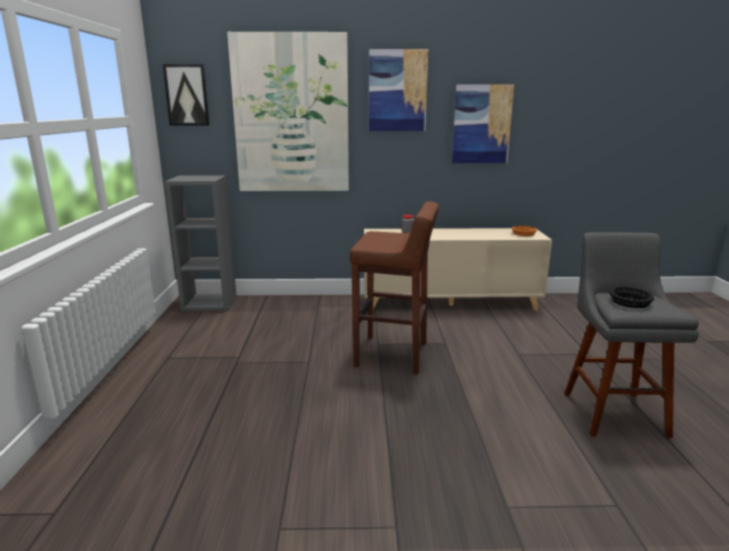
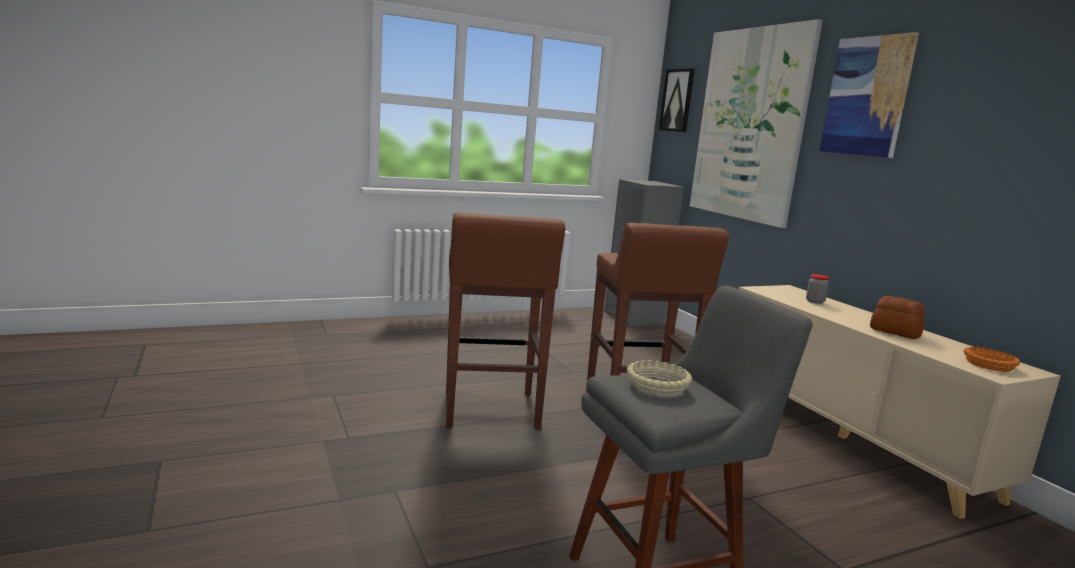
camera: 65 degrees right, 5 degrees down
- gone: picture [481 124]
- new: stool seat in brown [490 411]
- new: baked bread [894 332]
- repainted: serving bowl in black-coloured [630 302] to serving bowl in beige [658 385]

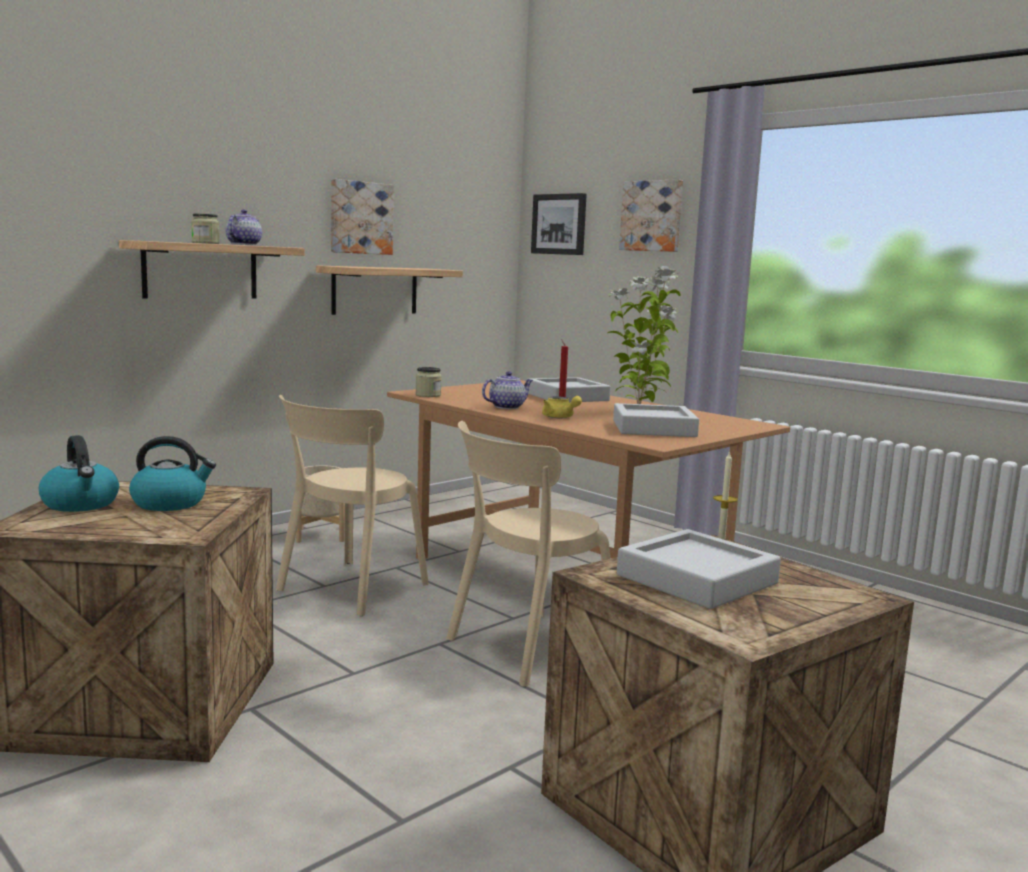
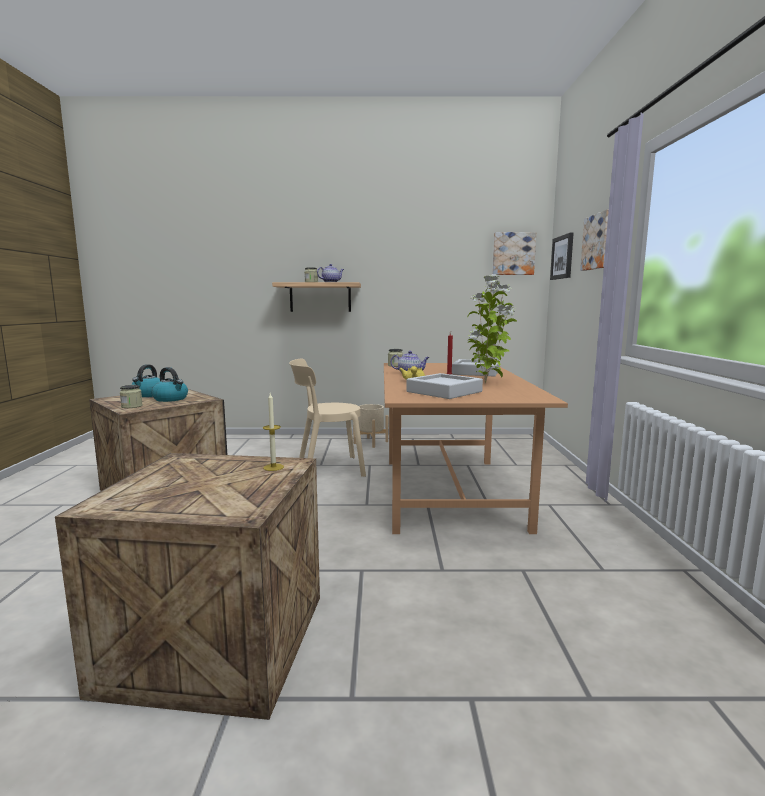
camera: 45 degrees right, 0 degrees up
- gone: wall shelf [375 290]
- gone: plain chair in beige [524 649]
- gone: carrying tray in grey [697 579]
- new: preserve jar [132 406]
- shifted: picture [360 218] to [513 254]

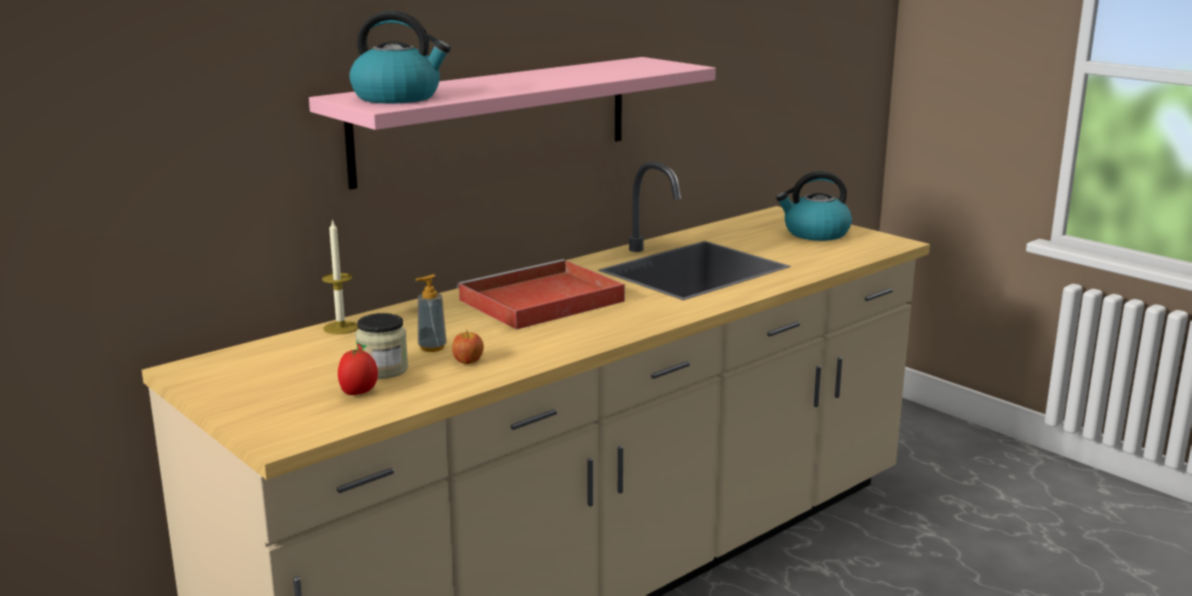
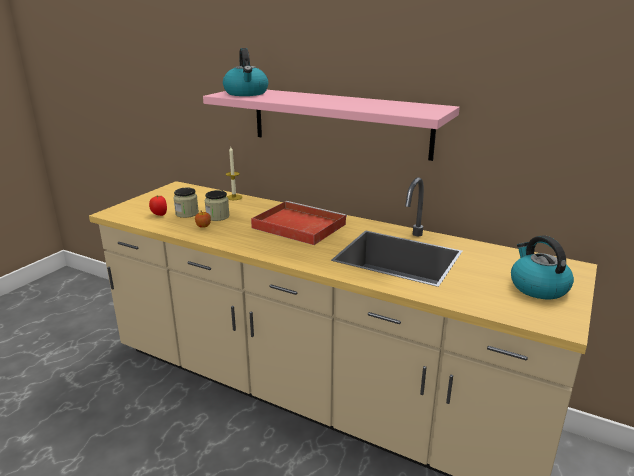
camera: 70 degrees right, 5 degrees up
- swapped: soap dispenser [432 347] to preserve jar [217 216]

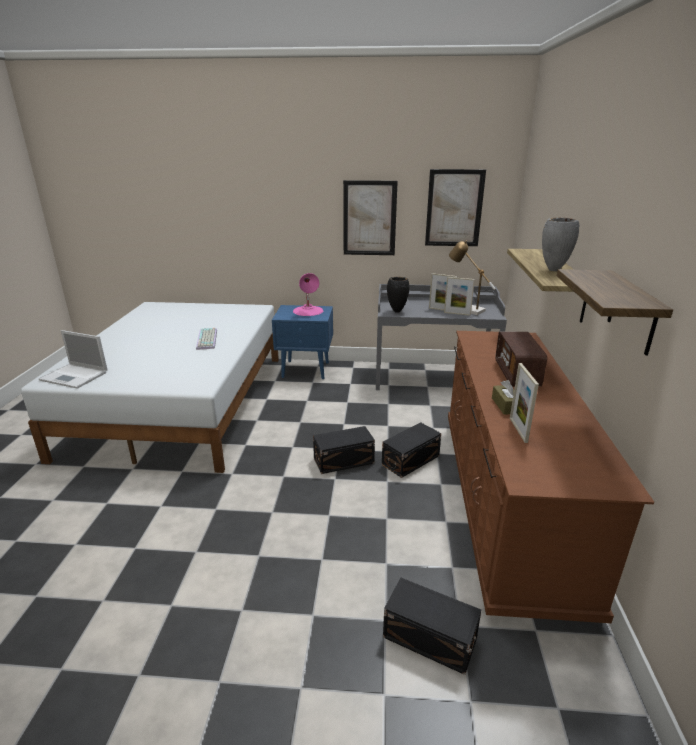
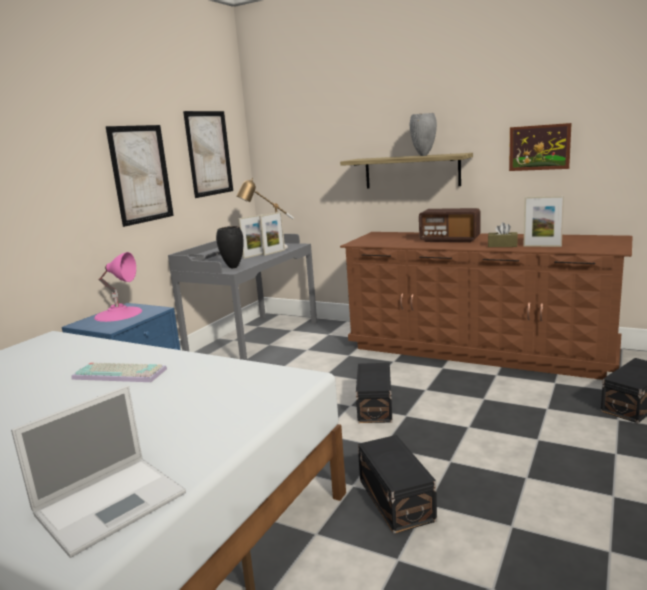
camera: 65 degrees left, 10 degrees down
- shifted: storage container in black-coloured [412 460] to [396 498]
- swapped: wall shelf [632 312] to picture [539 147]

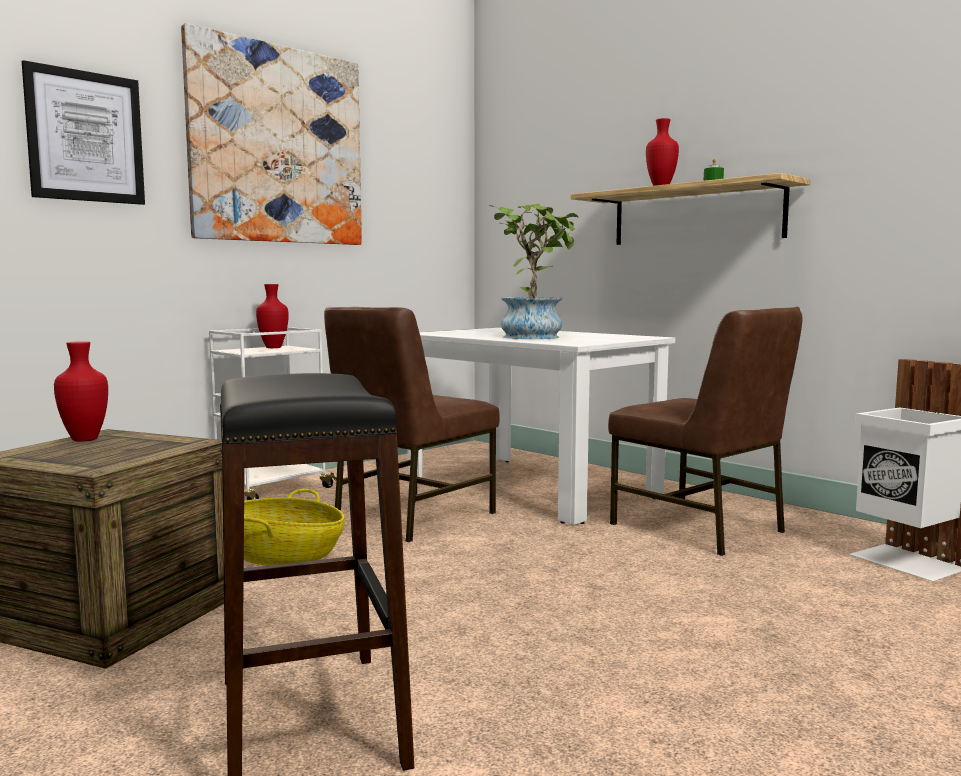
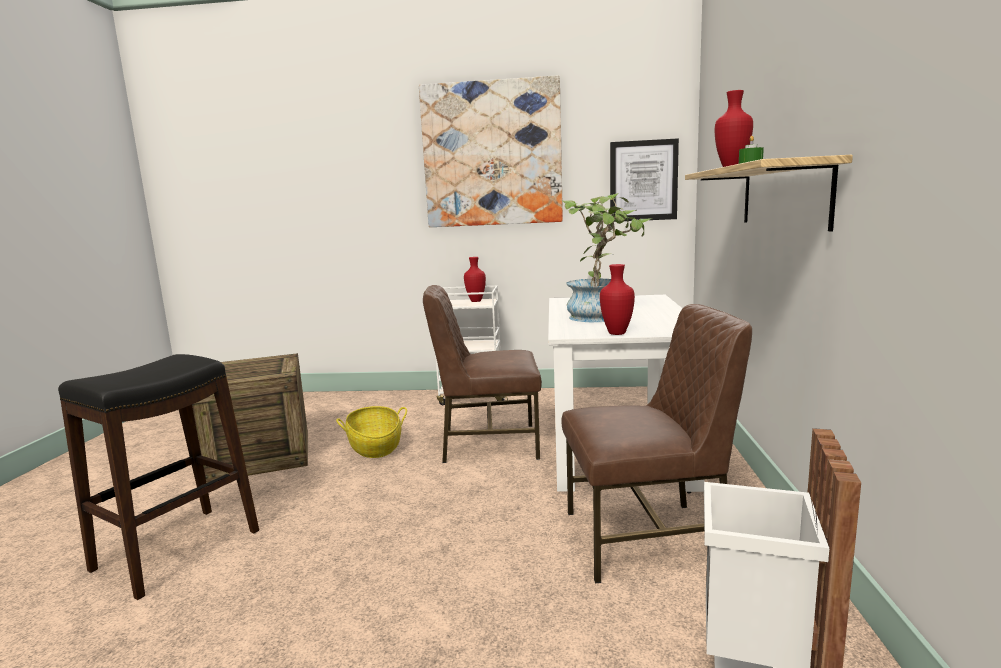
camera: 50 degrees right, 5 degrees up
- shifted: picture [85 137] to [643 181]
- shifted: vase in red [86 439] to [617 333]
- rotated: plain chair in brown [699 528] = [647 538] 105 degrees counterclockwise

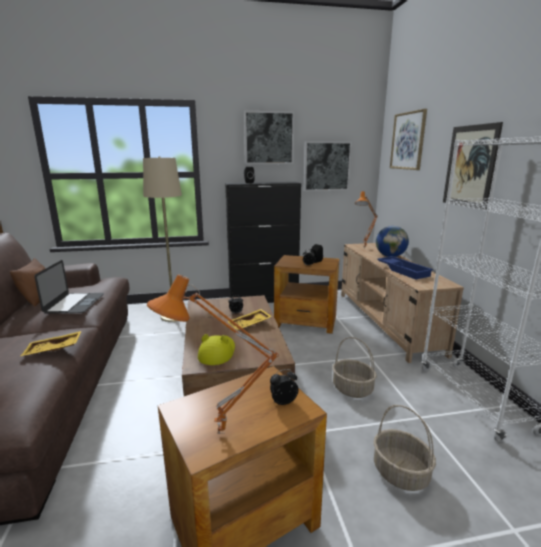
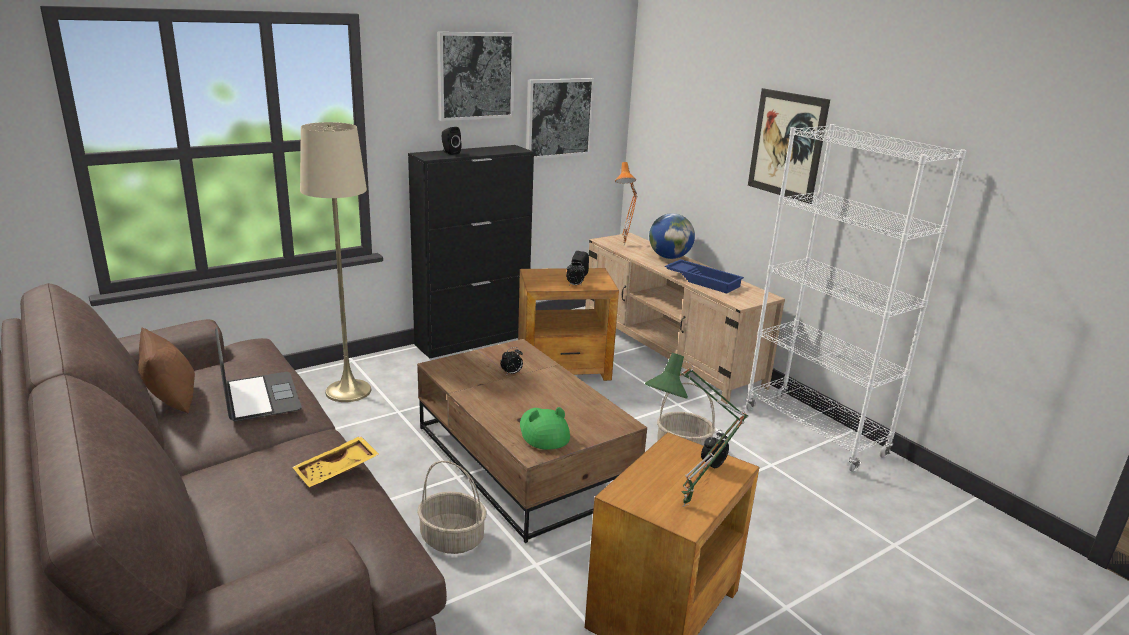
camera: 25 degrees left, 5 degrees up
- gone: carrying tray in yellow-coloured [250 324]
- gone: picture [408 141]
- shifted: storage basket [399 473] to [451 539]
- repainted: lamp for a table in orange-coloured [220 436] to lamp for a table in greenish [687 507]
- repainted: wearable hat in yellow-coloured [217 352] to wearable hat in greenish [543 432]

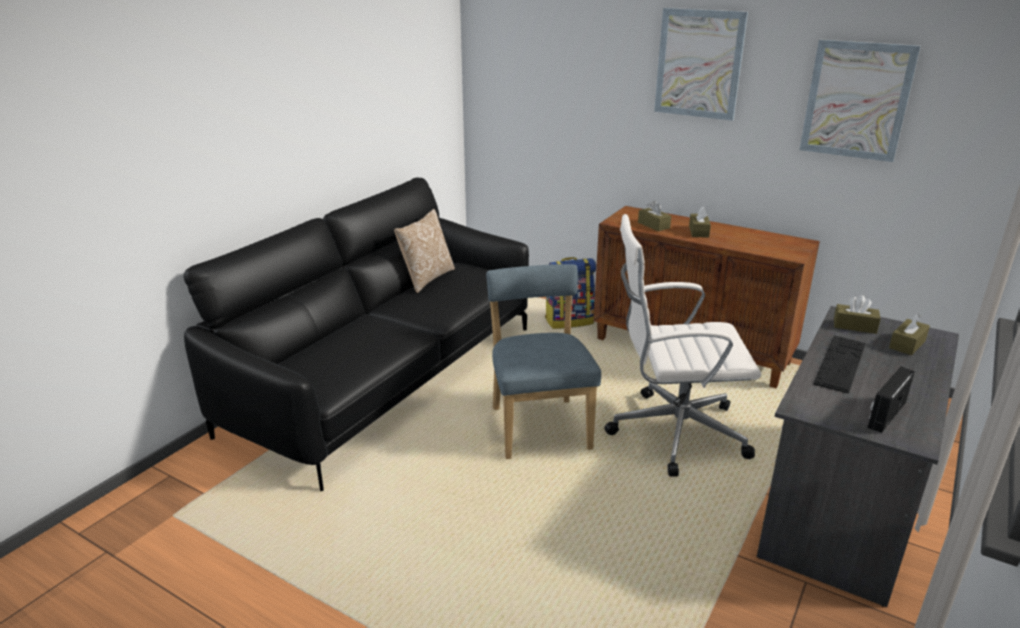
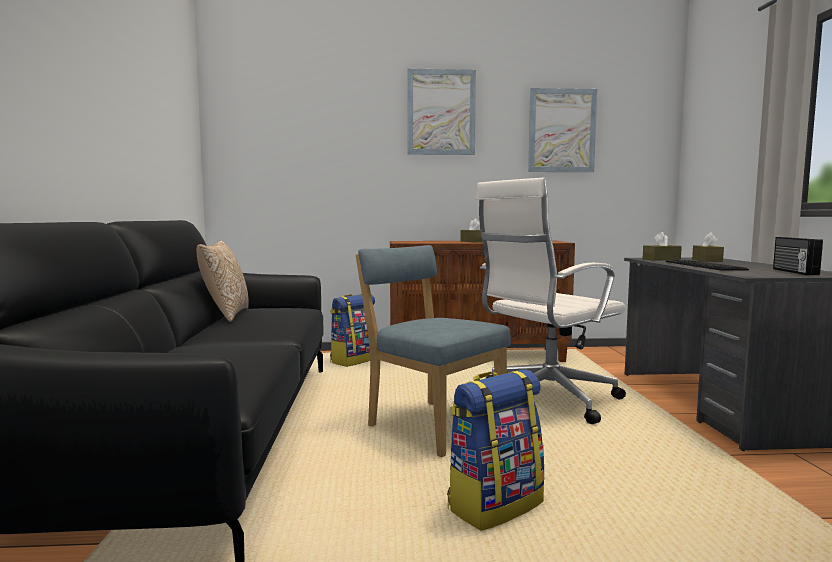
camera: 35 degrees left, 20 degrees down
- gone: box of tissues in brown [653 225]
- new: backpack [494 504]

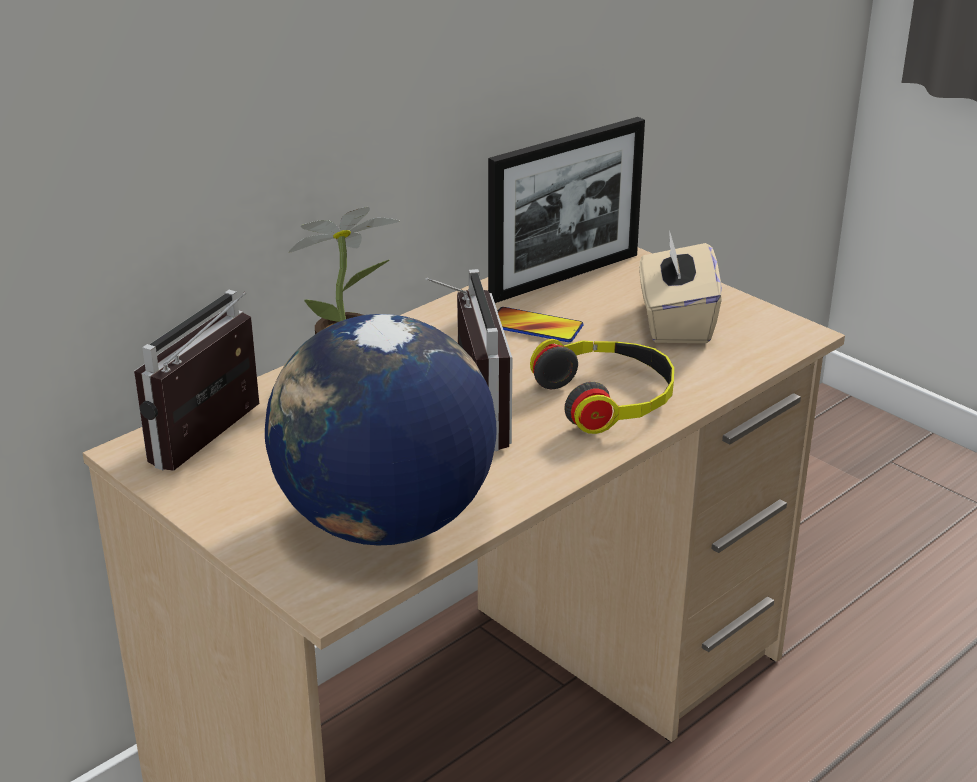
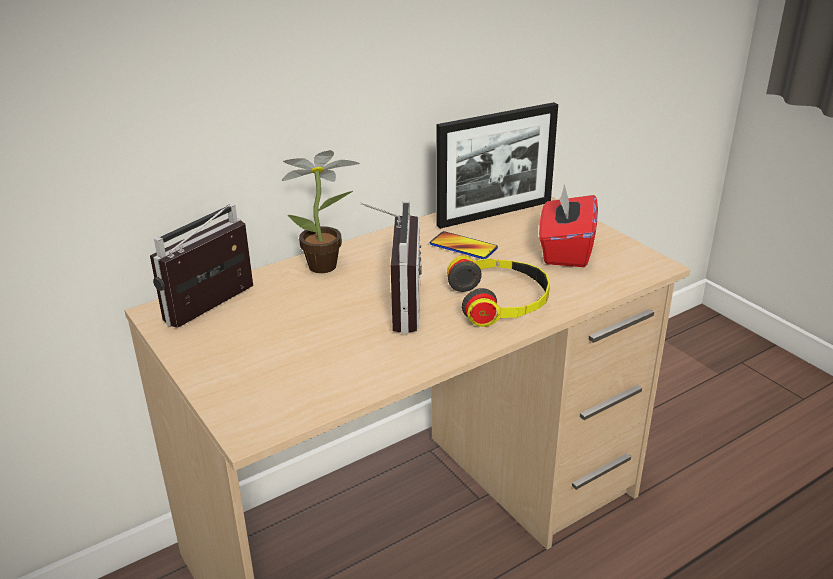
camera: 10 degrees right, 0 degrees up
- gone: desk globe [383 522]
- repainted: box of tissues in beige [675 322] to box of tissues in red [565 250]

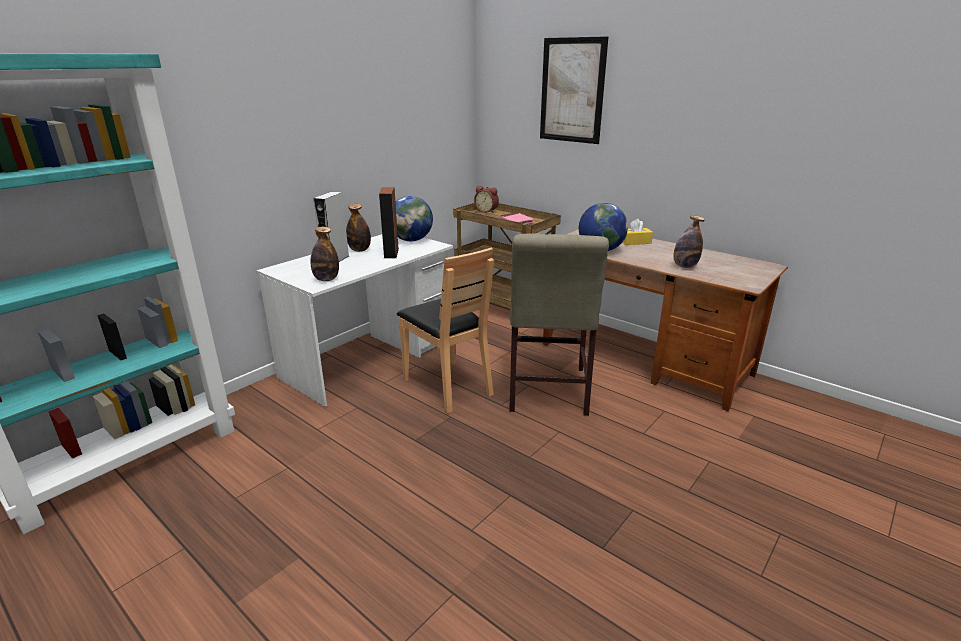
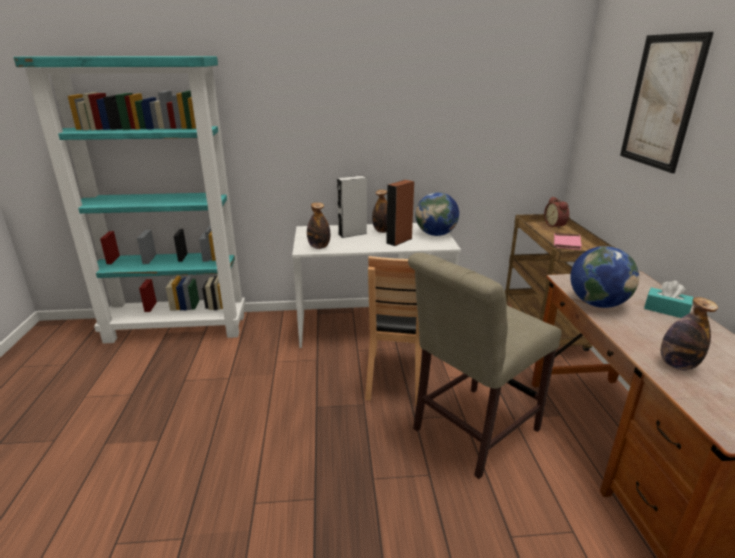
camera: 45 degrees right, 0 degrees up
- repainted: box of tissues in yellow-coloured [635 242] to box of tissues in turquoise [666 310]

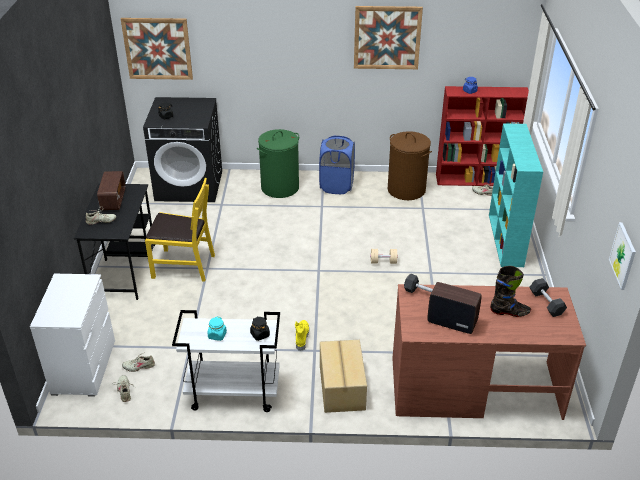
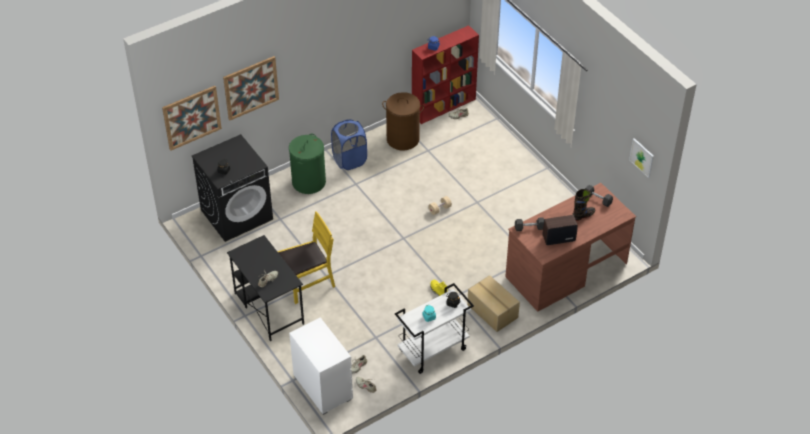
camera: 35 degrees left, 10 degrees up
- gone: radio set [113 200]
- gone: bookshelf in turquoise [506 240]
- shifted: picture [387 37] to [251 87]

